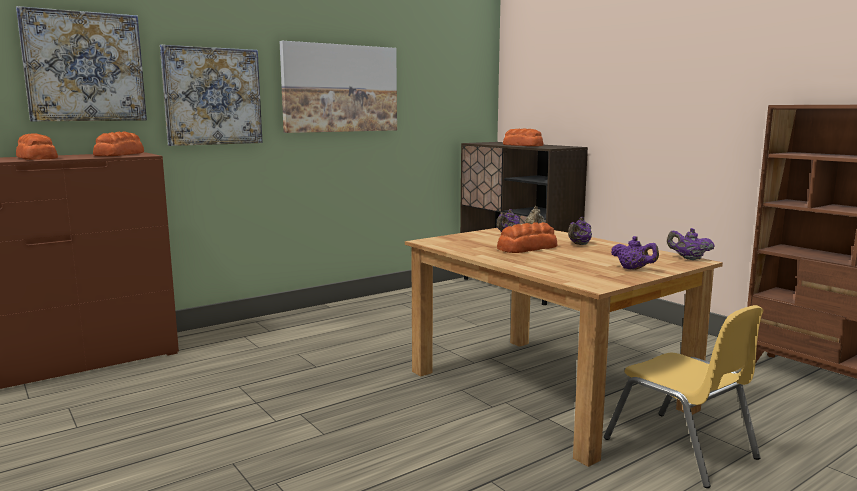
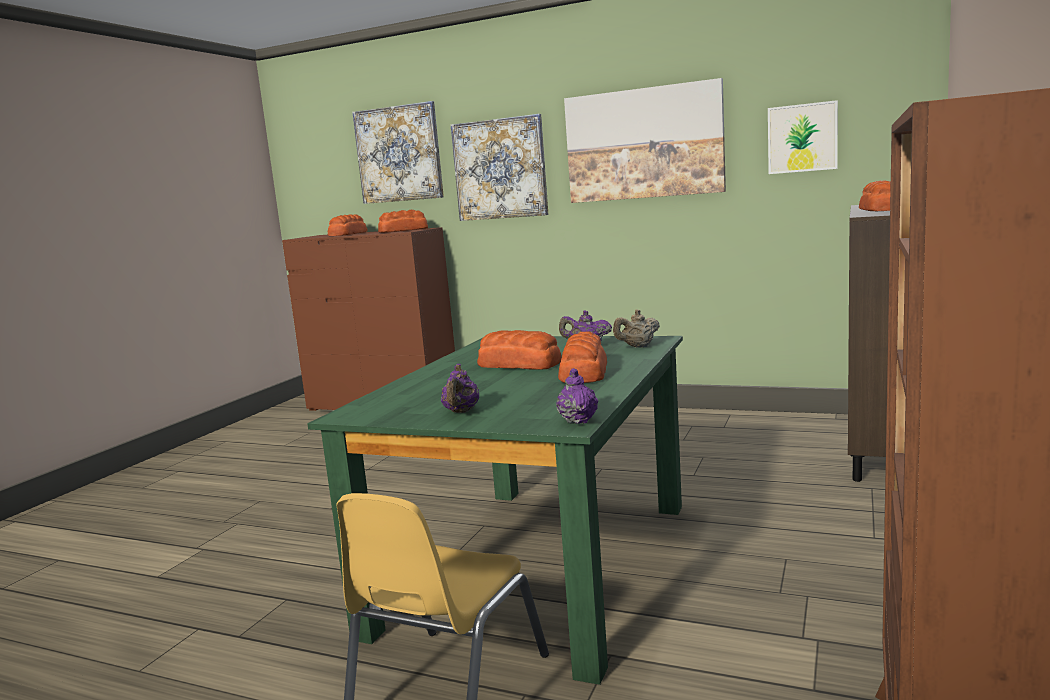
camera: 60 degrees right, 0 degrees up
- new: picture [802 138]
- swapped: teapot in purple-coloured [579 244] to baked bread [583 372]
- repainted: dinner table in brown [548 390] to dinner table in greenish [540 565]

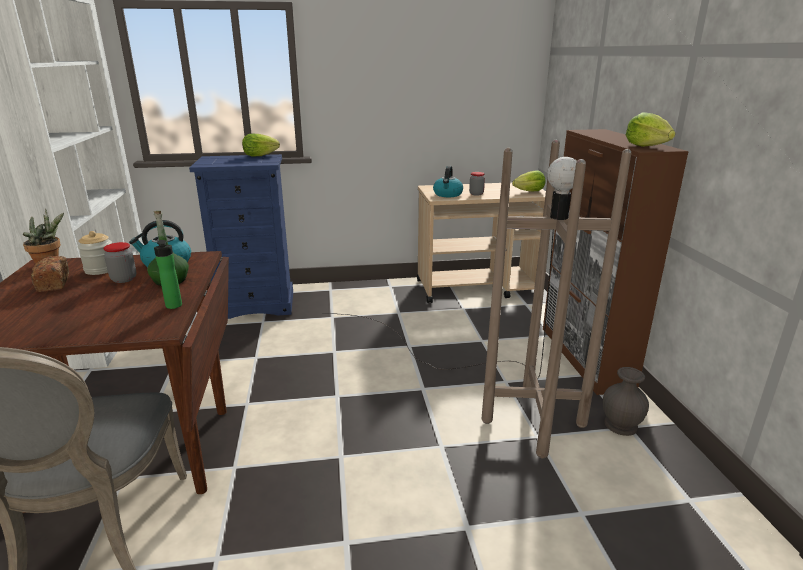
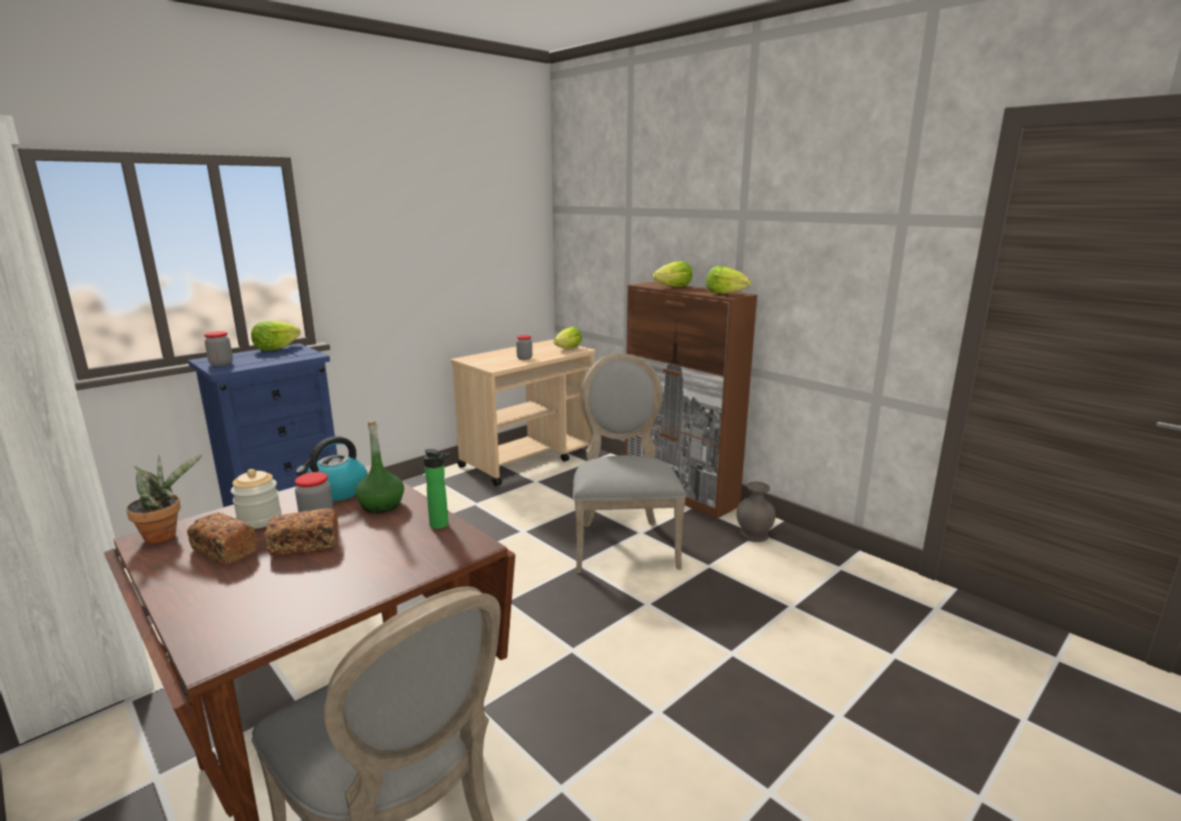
camera: 35 degrees left, 5 degrees down
- gone: water kettle [448 194]
- new: preserve jar [221 364]
- new: baked bread [305 545]
- new: head of lettuce [674 287]
- swapped: standard lamp in brown [479 385] to plain chair in grey [623 543]

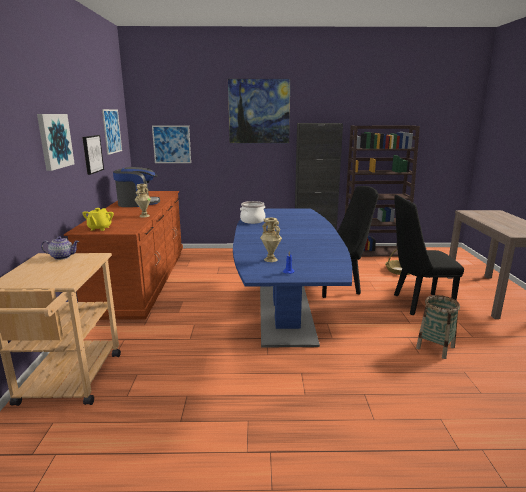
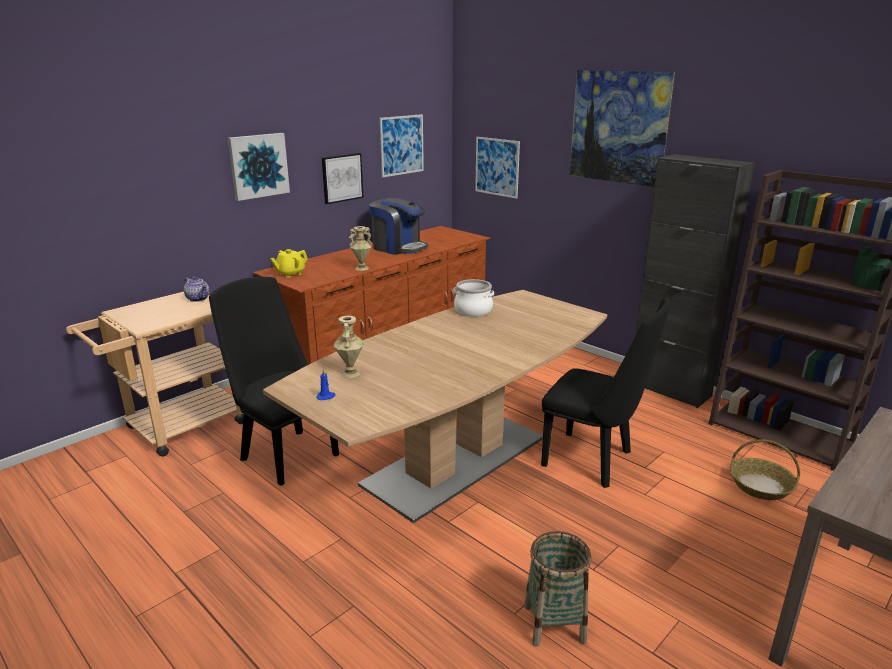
camera: 45 degrees right, 5 degrees up
- shifted: plain chair in black-coloured [417 304] to [285 453]
- repainted: dinner table in blue-coloured [285 313] to dinner table in brown [455 461]

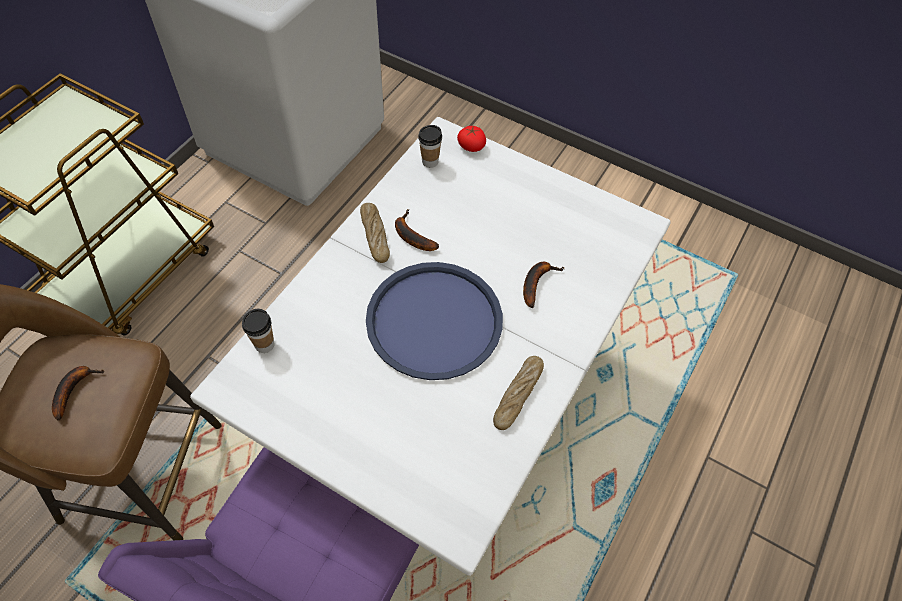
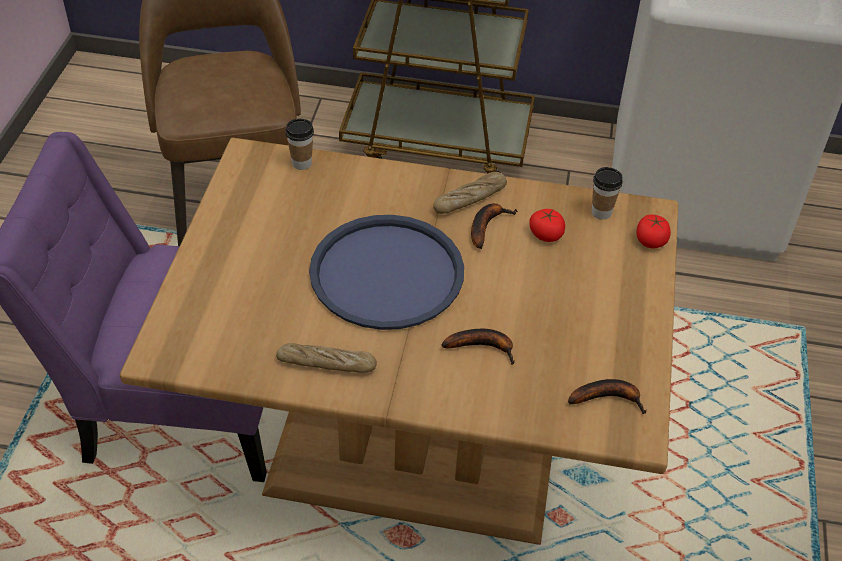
camera: 70 degrees right, 10 degrees down
- new: tomato [546 234]
- shifted: whole banana [74 389] to [608 398]
- repainted: dinner table in whitish [446 408] to dinner table in brown [414 449]

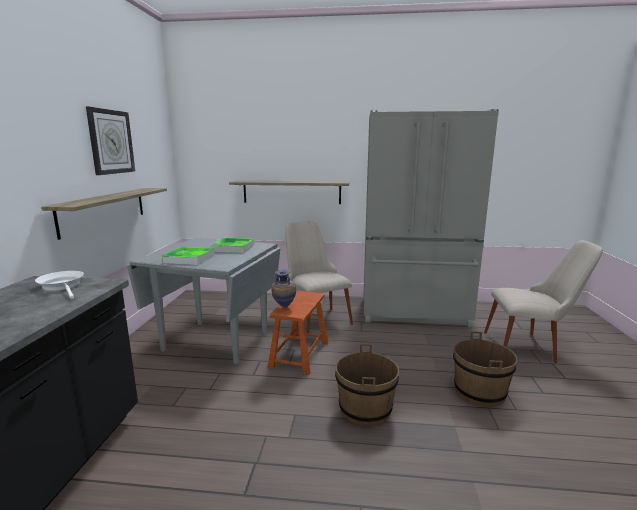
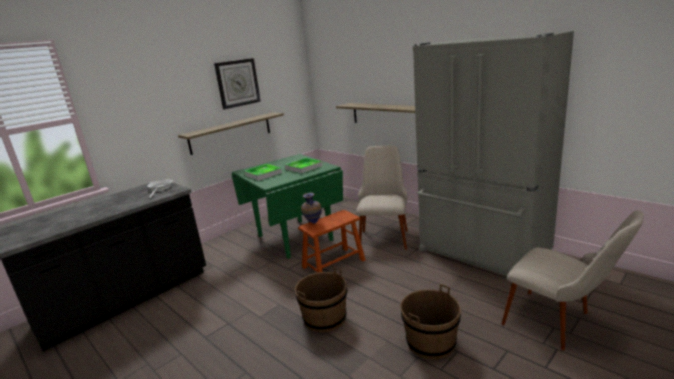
camera: 40 degrees right, 5 degrees up
- repainted: dinner table in grey [216 341] to dinner table in greenish [295 237]

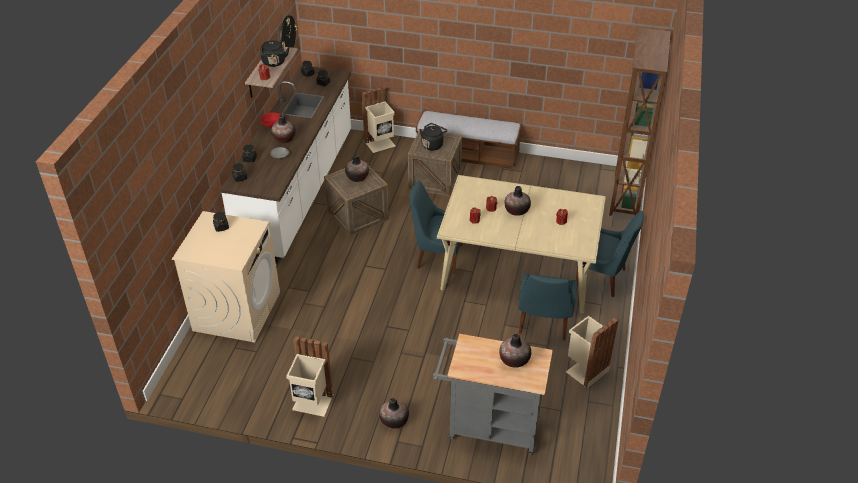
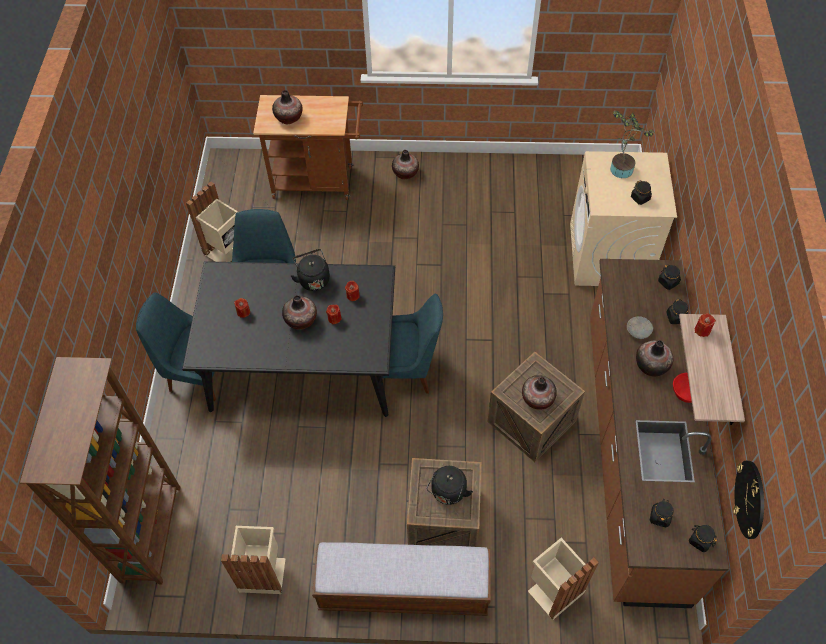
camera: 170 degrees right, 15 degrees up
- new: potted plant [621 167]
- shifted: water kettle in black-coloured [274 63] to [313 279]
- shifted: rubbish bin in beige [312 403] to [262 572]
- repainted: kitchen base unit in whitish [298 191] to kitchen base unit in brown [632 453]
- repainted: cart in grey [488 427] to cart in brown [318 181]
- repainted: dinner table in beige [519 270] to dinner table in black-coloured [302 365]

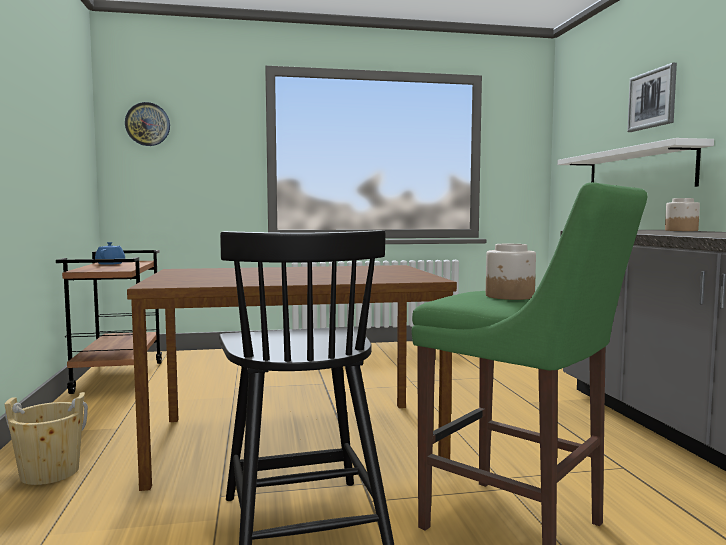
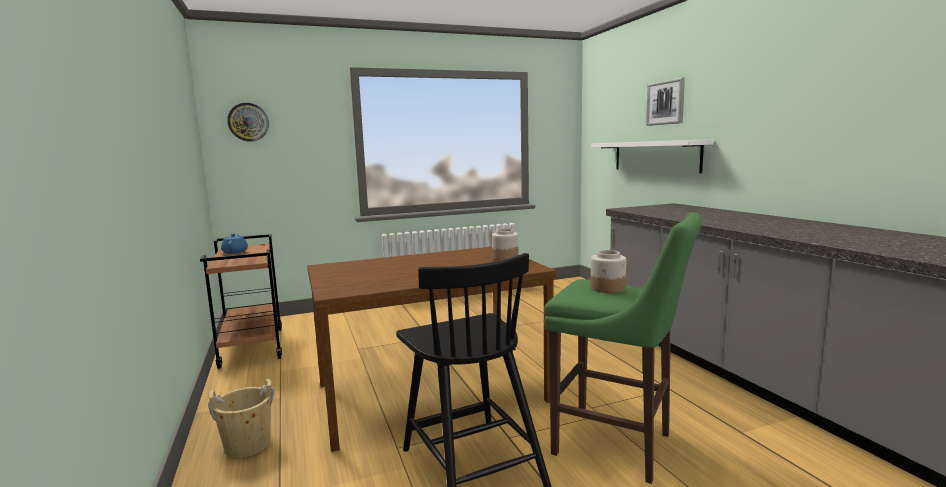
camera: 10 degrees left, 5 degrees up
- shifted: preserve jar [680 230] to [505 258]

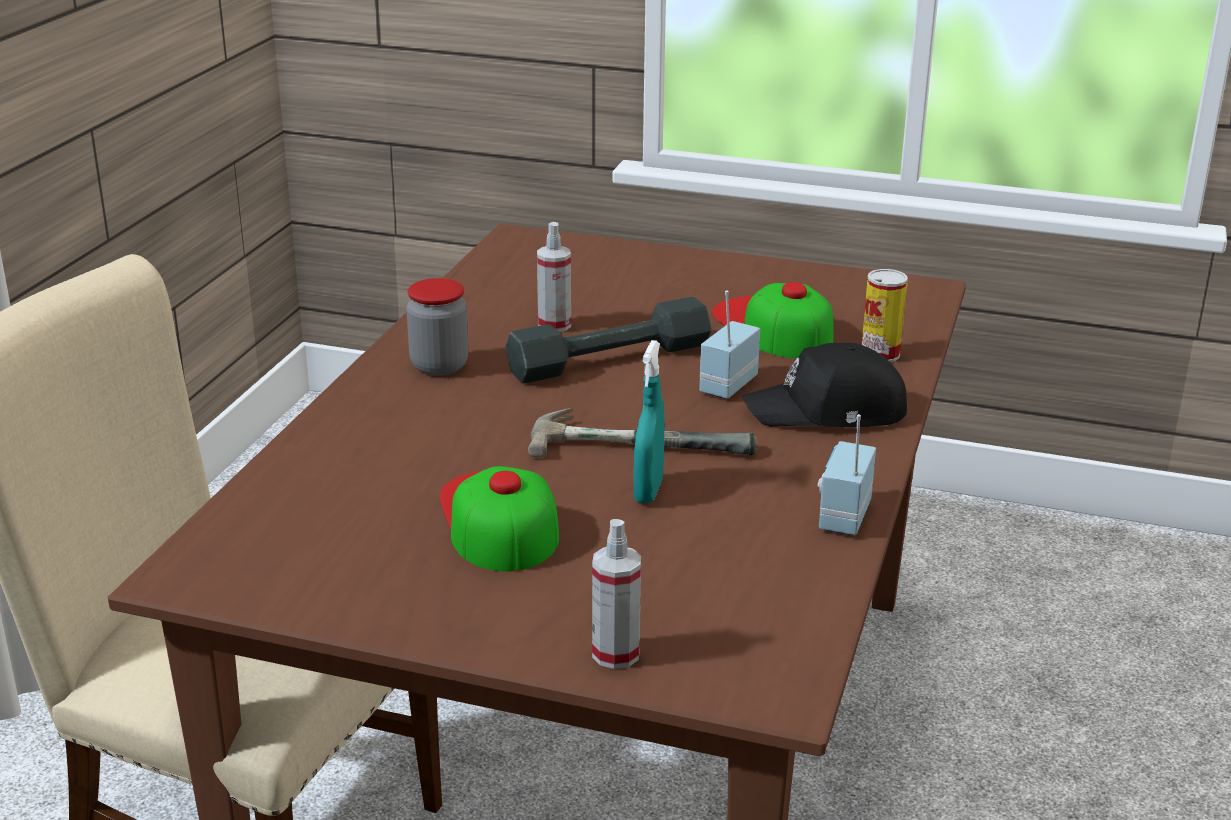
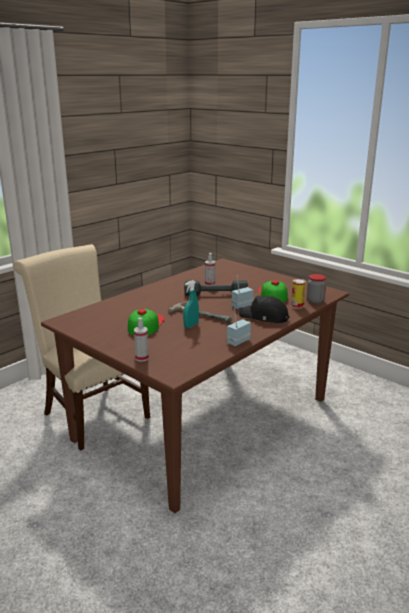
camera: 25 degrees right, 5 degrees down
- shifted: preserve jar [439 366] to [315 301]

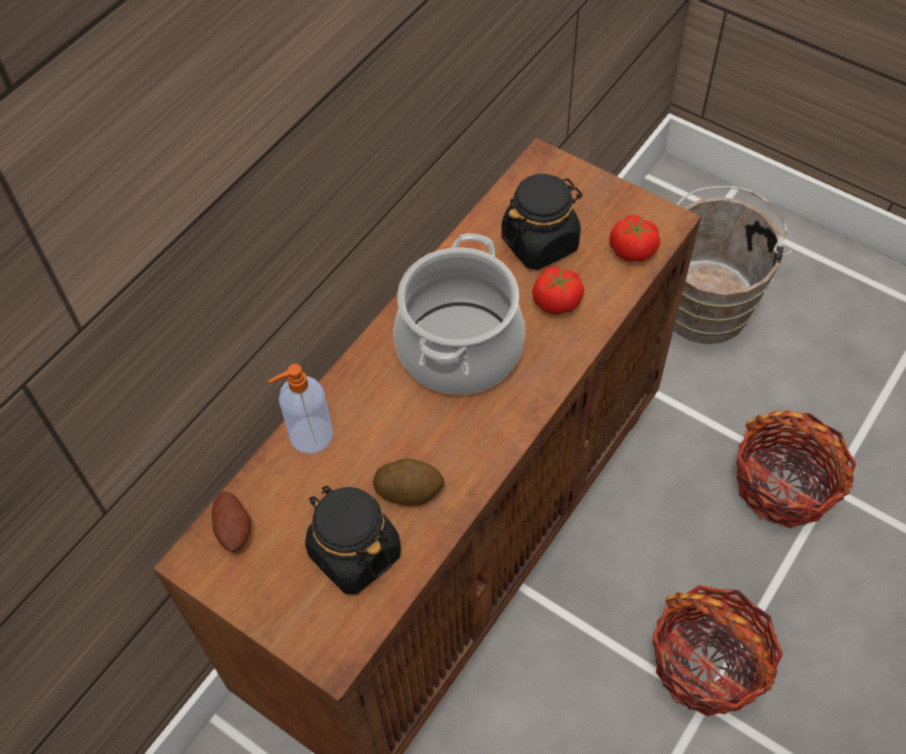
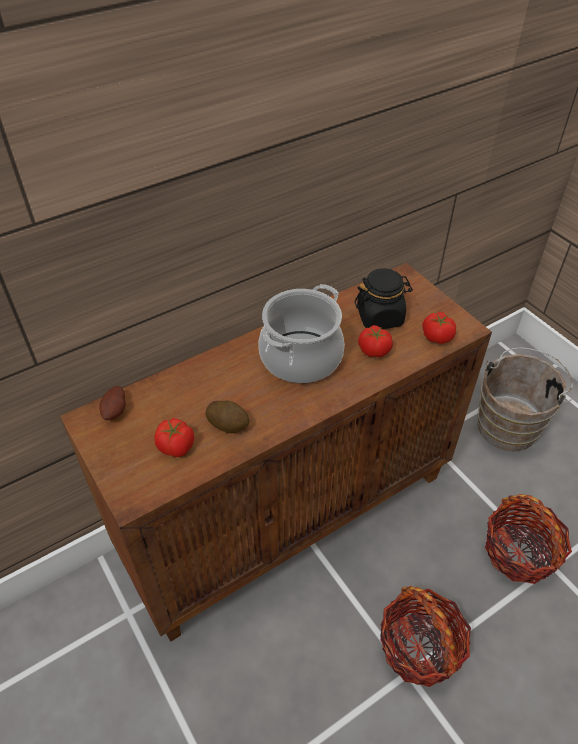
camera: 20 degrees right, 10 degrees down
- gone: soap dispenser [309 436]
- swapped: preserve jar in black-coloured [354 553] to tomato [176 447]

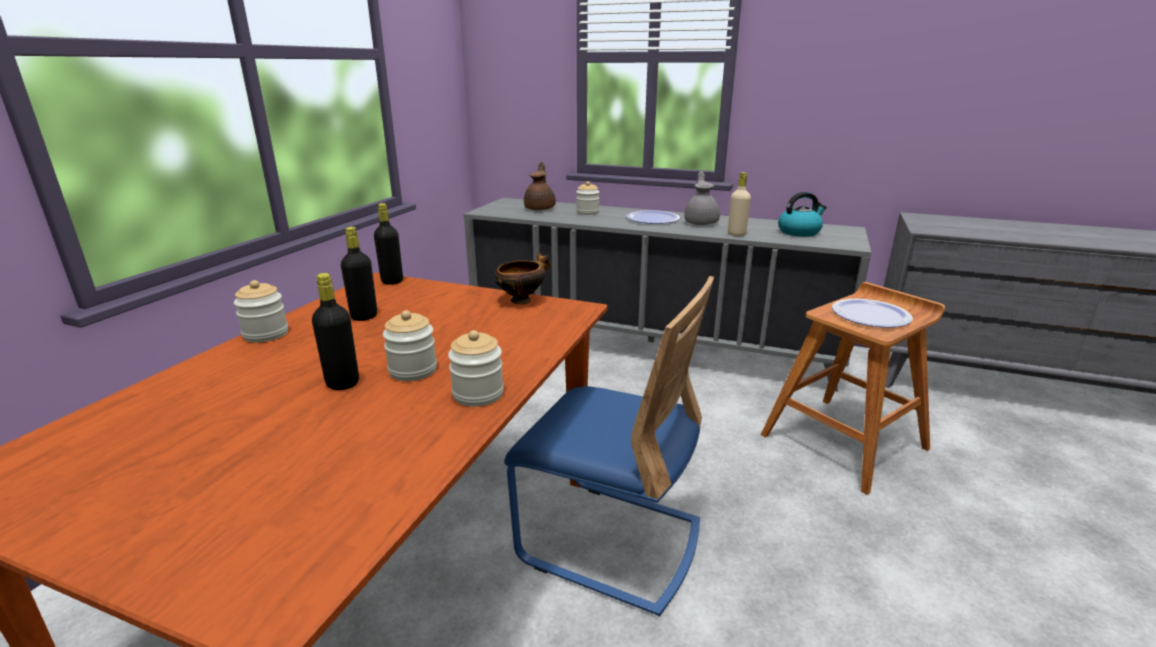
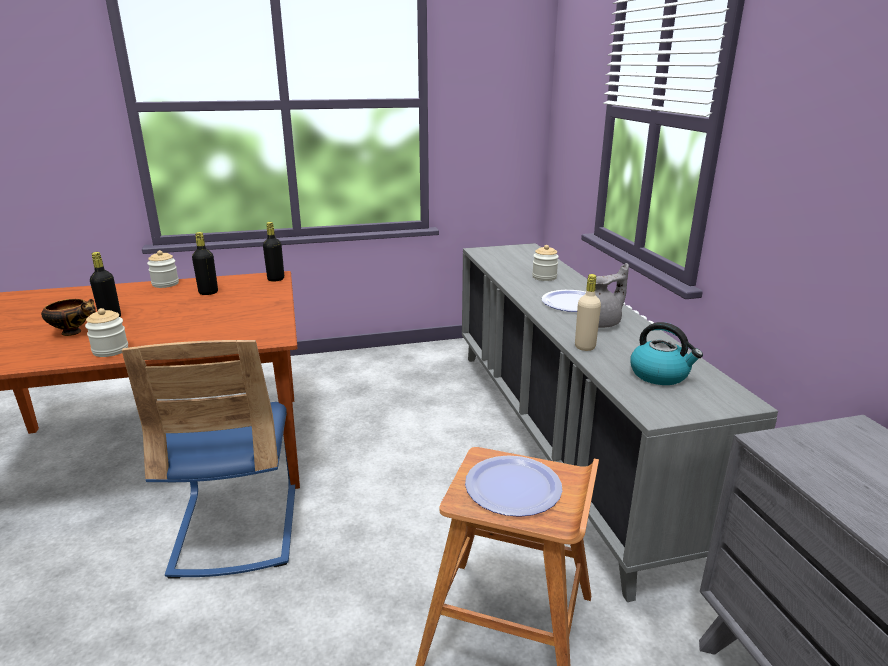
camera: 55 degrees right, 0 degrees up
- gone: preserve jar [413 370]
- gone: teapot in brown [540 208]
- shifted: serving bowl [522 300] to [73 332]

